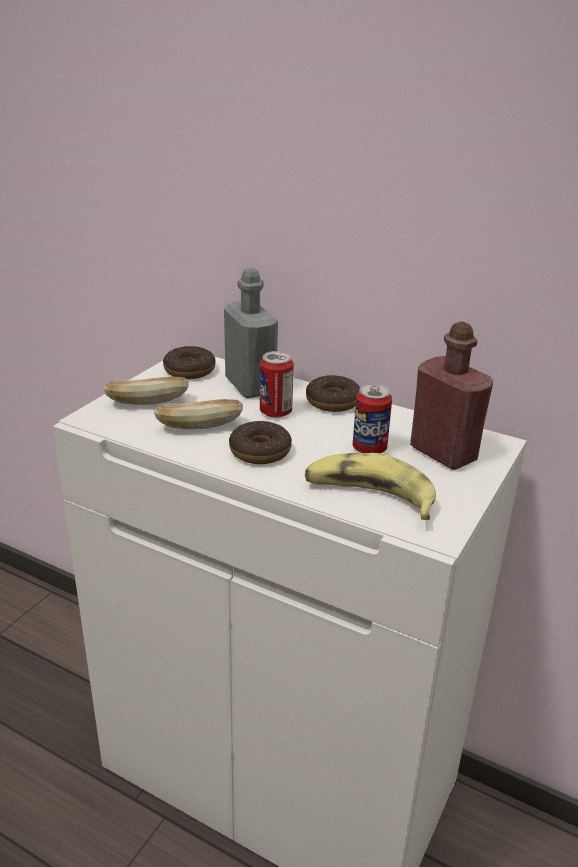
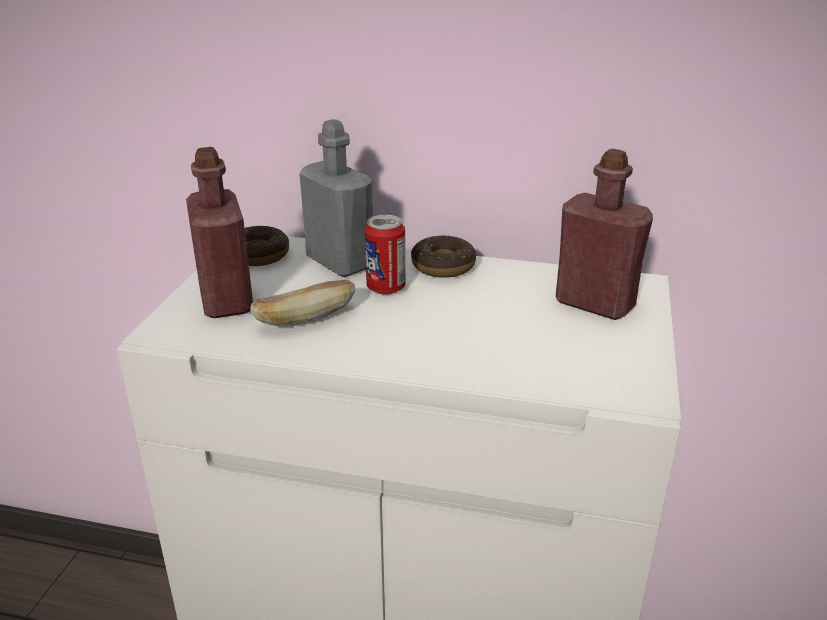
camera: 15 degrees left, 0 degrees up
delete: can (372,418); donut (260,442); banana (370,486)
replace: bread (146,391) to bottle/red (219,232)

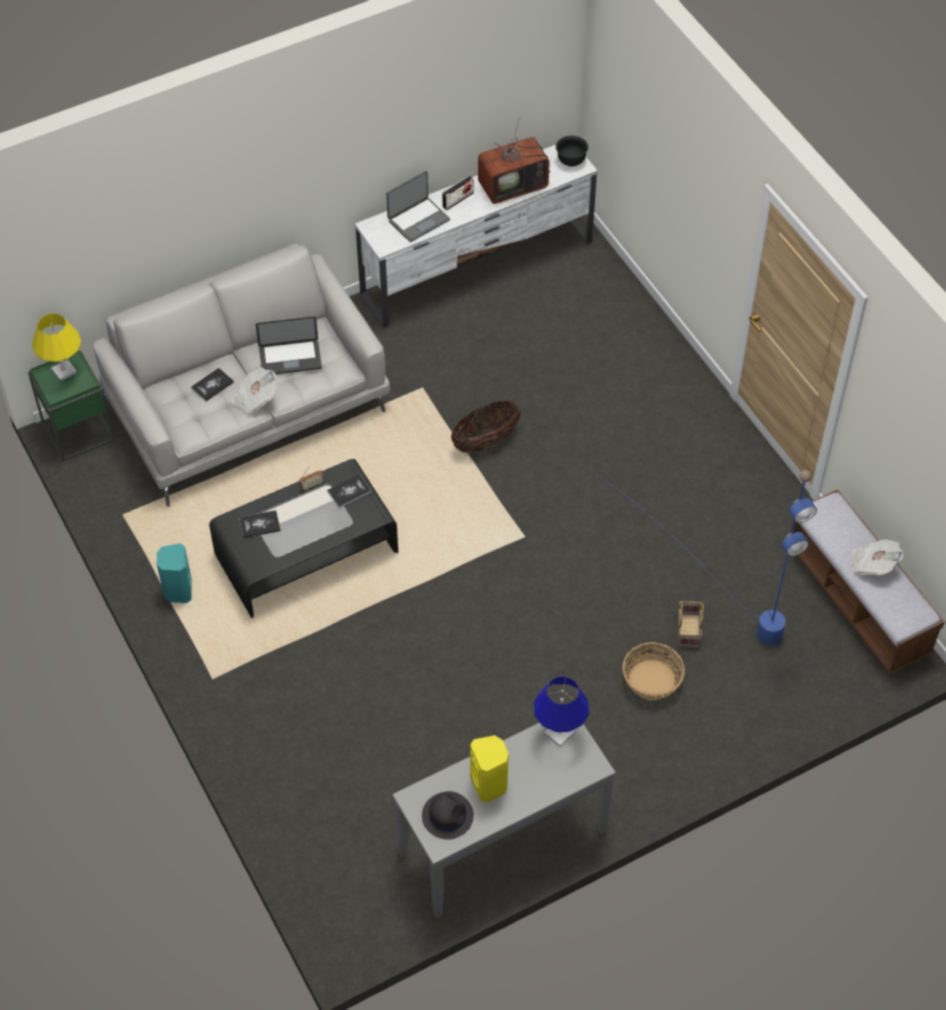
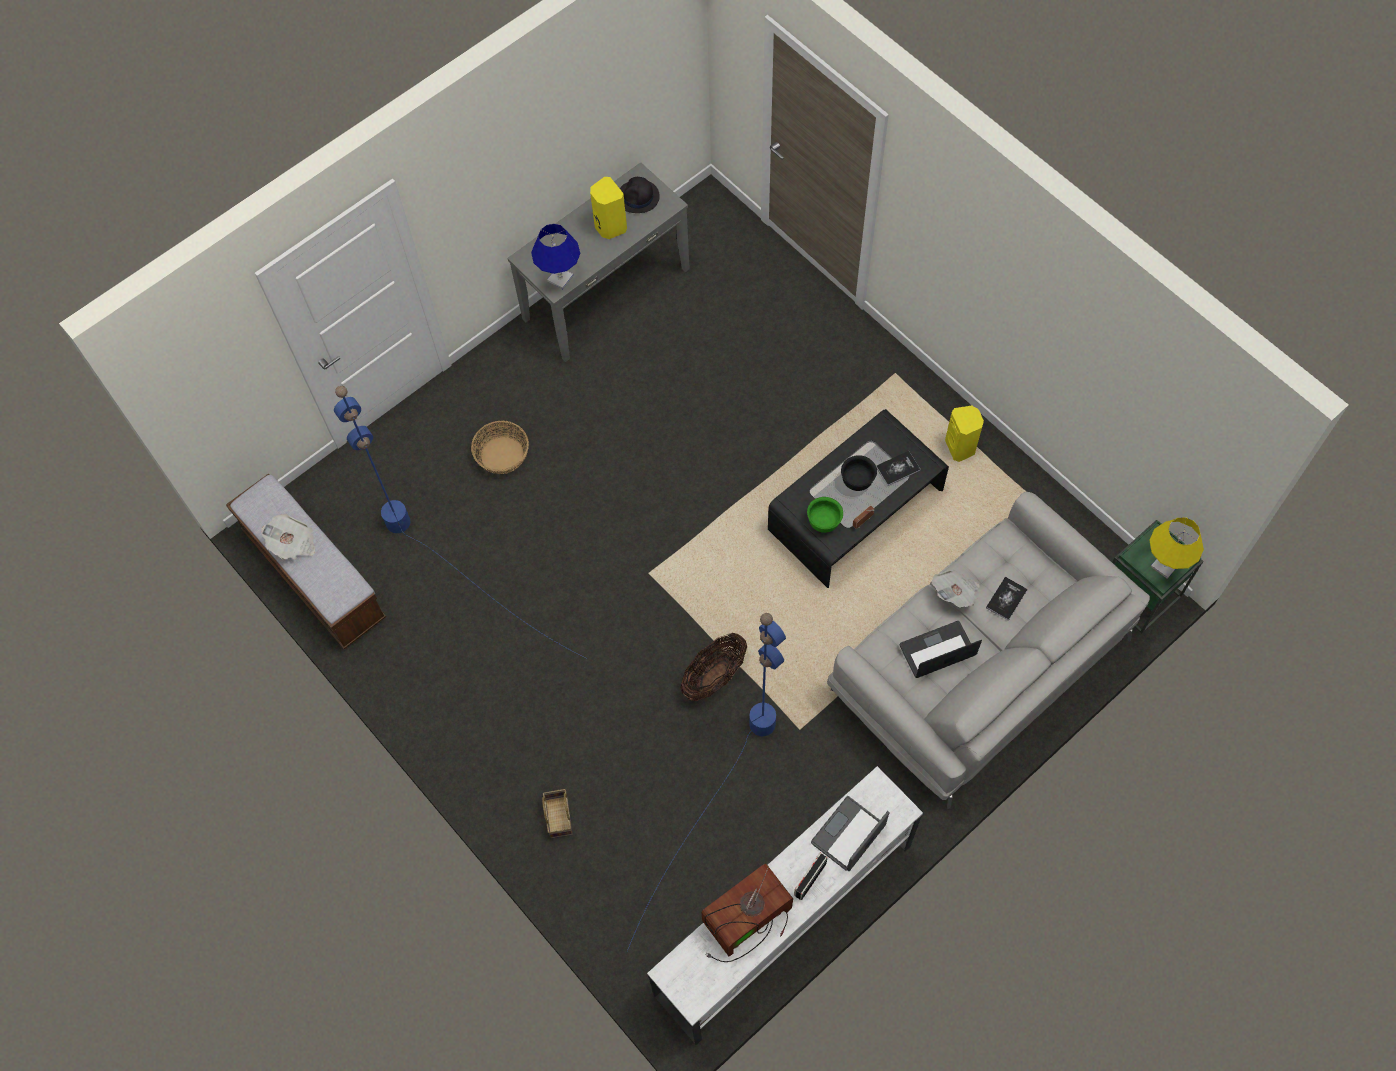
camera: 170 degrees right, 10 degrees up
insert: floor lamp/blue (706,782)
move: bowl/black (572,151) to (859,473); basket (691,624) to (557,814)
replace: book (349,491) to bowl/green (825,515)
recolor: speaker/turquoise (174,573) to speaker/yellow (964,434)

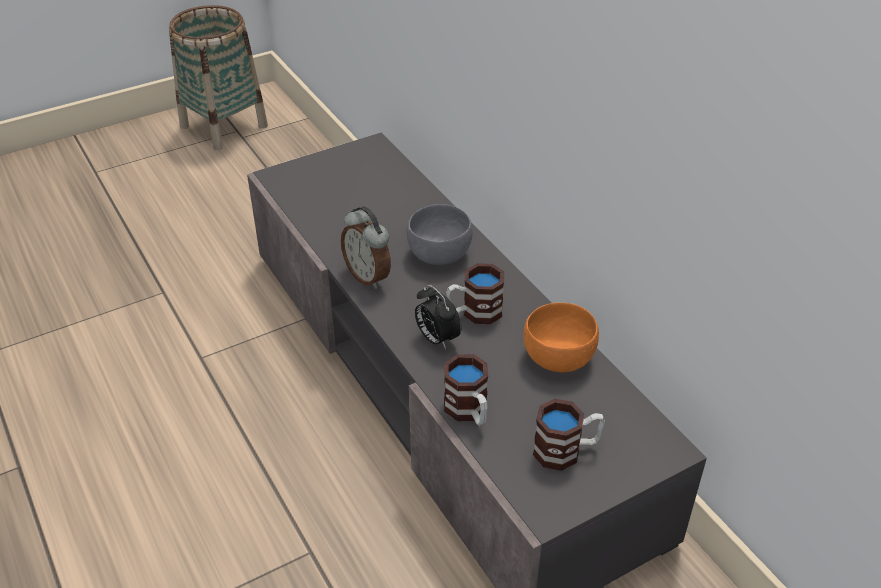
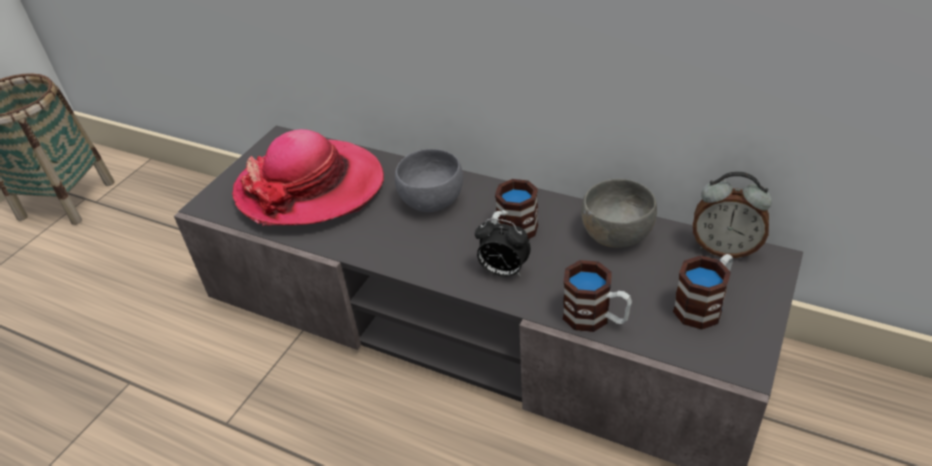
camera: 30 degrees left, 0 degrees up
insert: hat (308,177)
move: alarm clock (366,247) to (732,214)
recolor: bowl/orange (561,337) to bowl/grey (619,213)

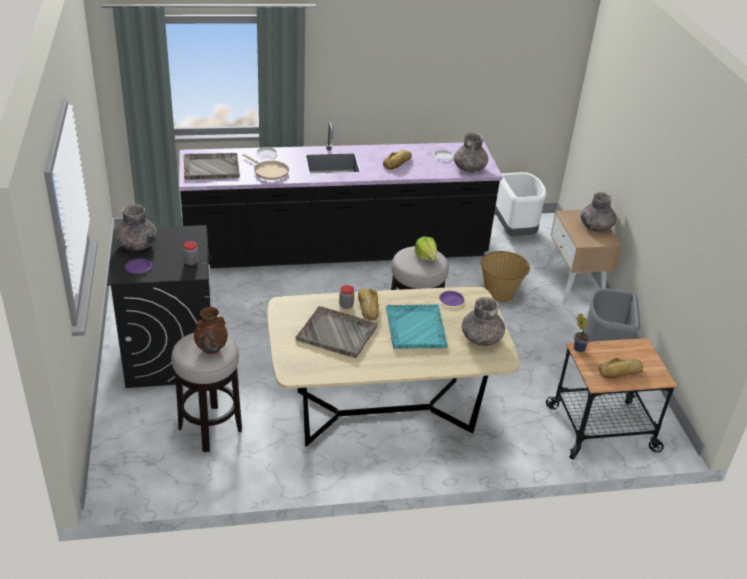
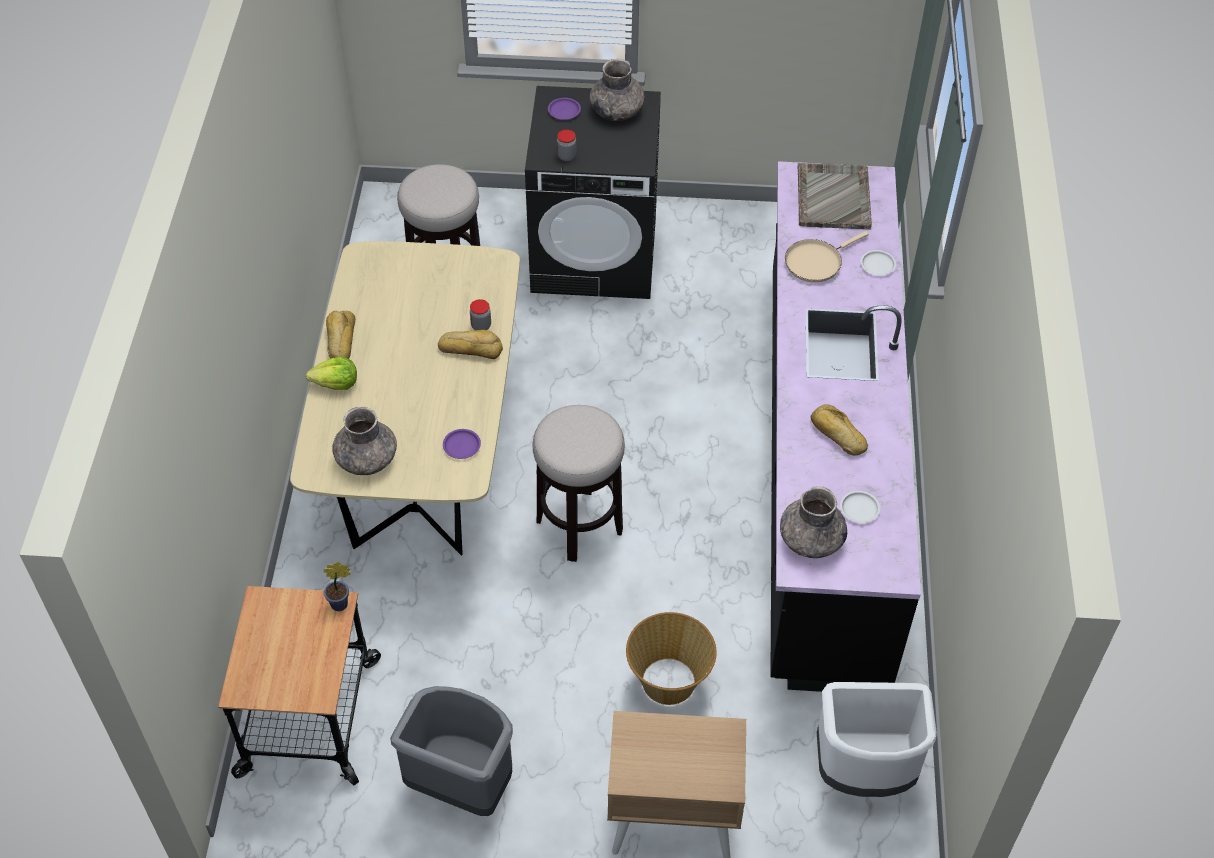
camera: 105 degrees right, 15 degrees up
delete: vase/grey (598,212); tray/turquoise (417,326); tray/grey (337,332); vase/brown (211,330)
move: lettuce (425,249) to (331,373); bread (621,368) to (340,335)

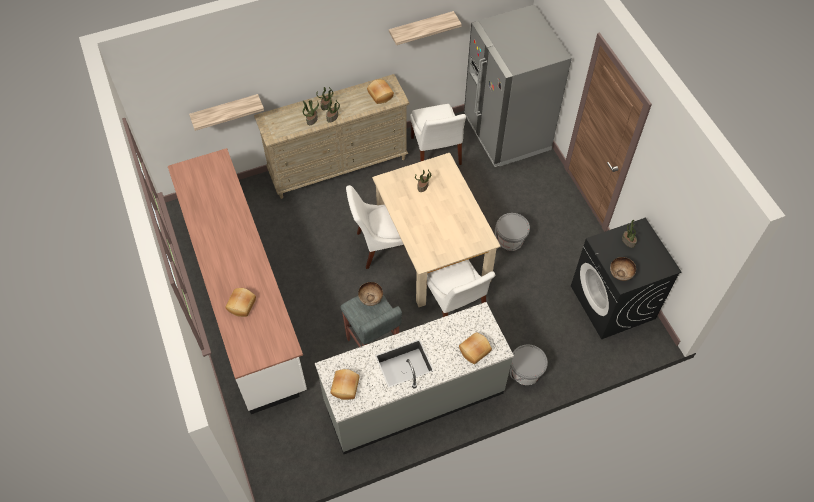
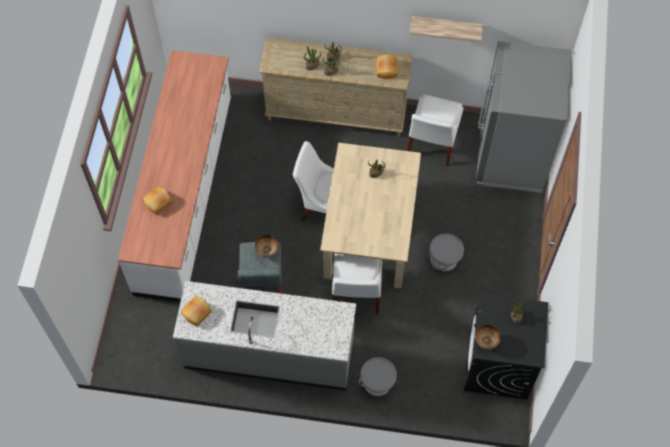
camera: 30 degrees right, 5 degrees up
delete: shelf (226,112); bread (475,348)

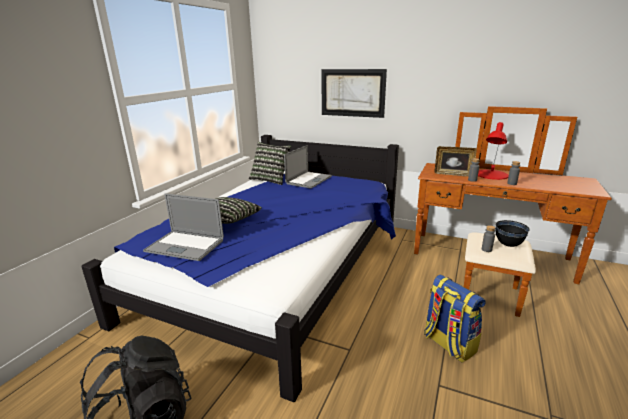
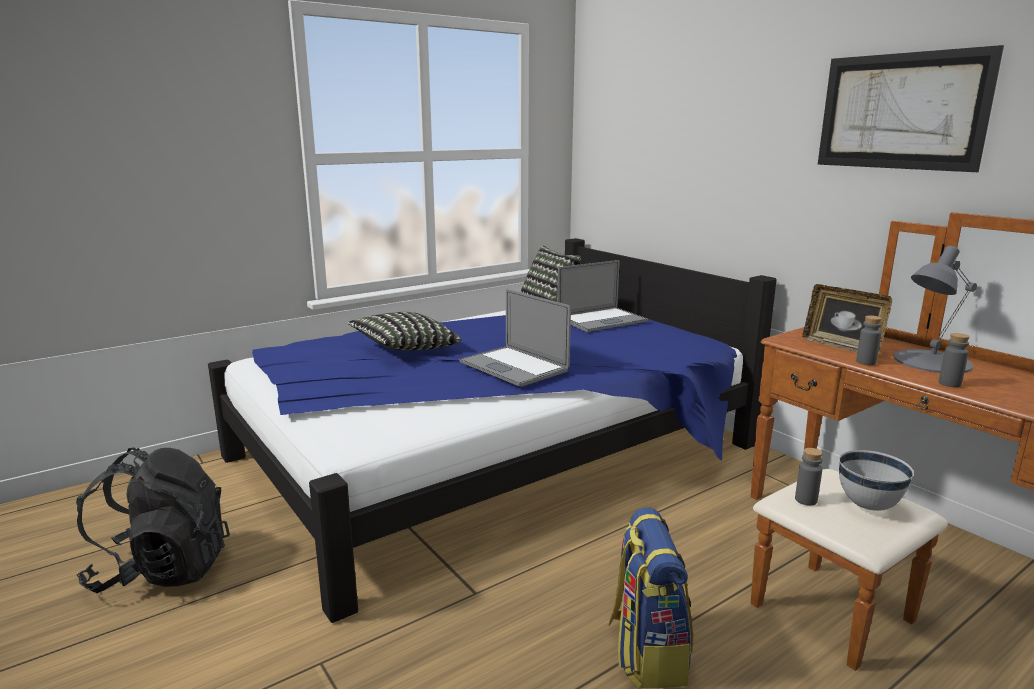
camera: 30 degrees right, 5 degrees down
move: picture (354,93) to (911,108); laptop (183,227) to (515,338)
recolor: table lamp/red (493,151) to table lamp/grey (935,309); bowl/black (513,233) to bowl/white (876,480)

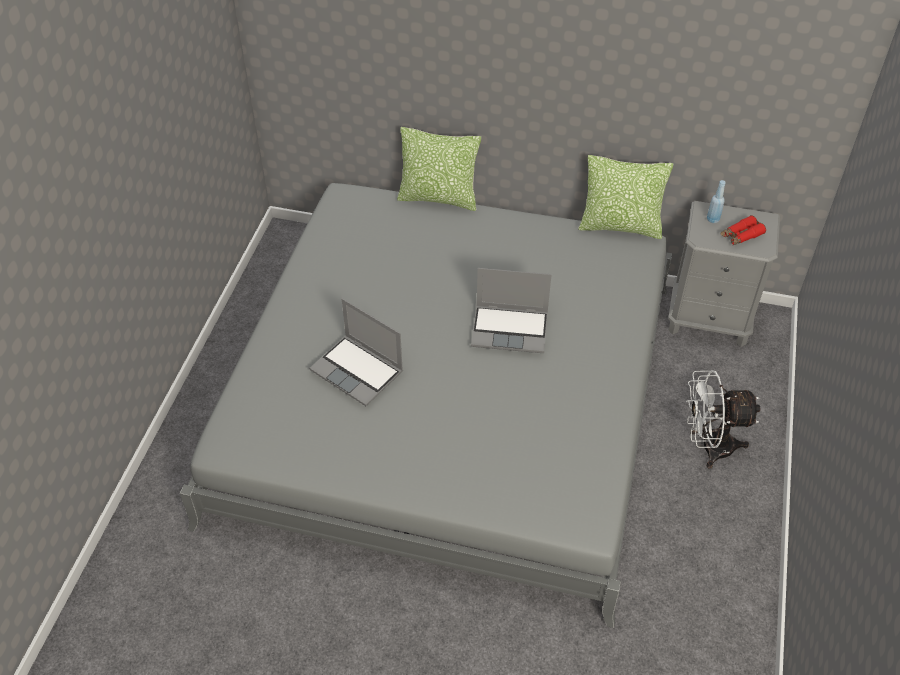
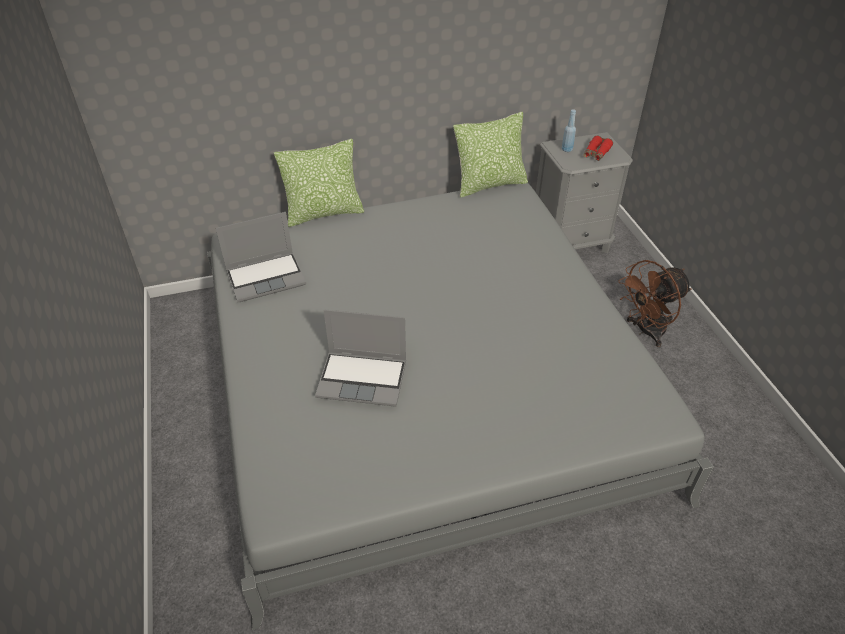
camera: 30 degrees left, 5 degrees down
move: laptop (511,310) to (261,257)
recolor: fan/white (723,419) to fan/brown (655,303)

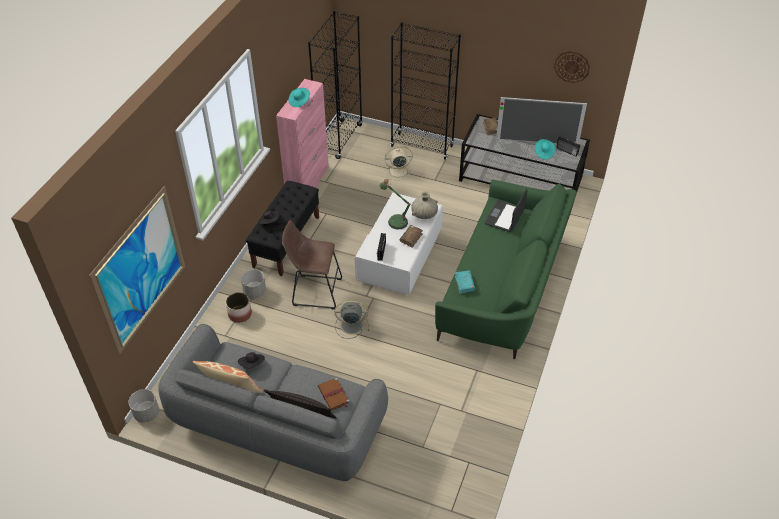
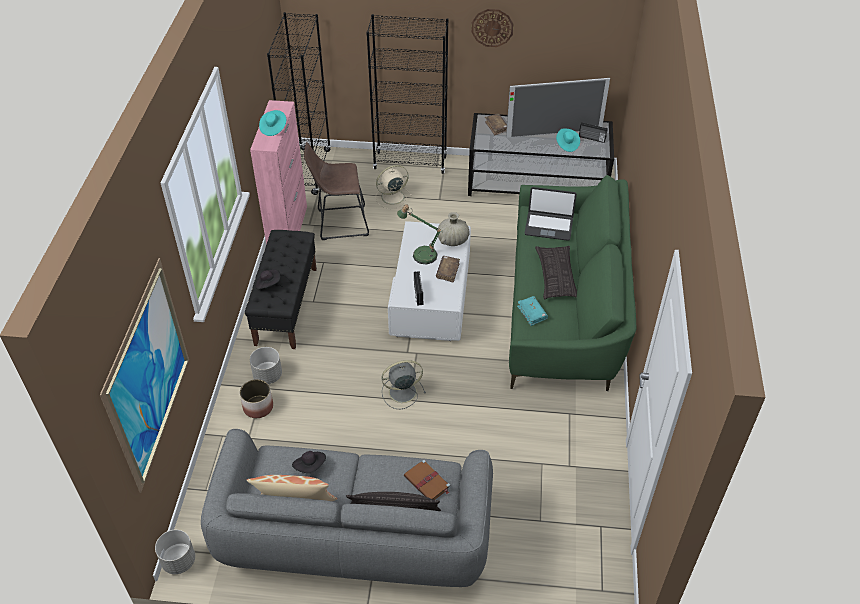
camera: 15 degrees left, 0 degrees up
insert: pillow (556,272)
move: wall clock (572,67) to (492,28); stool/brown (312,265) to (336,191)
rotate: laptop (506,210) = (551,214) 90 degrees counterclockwise

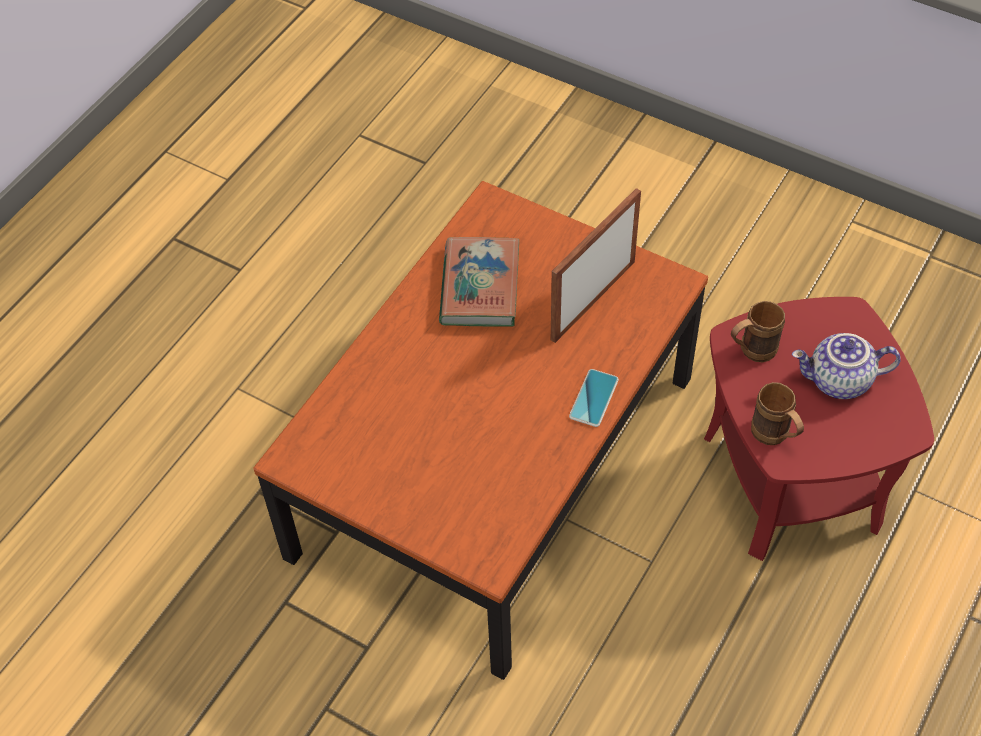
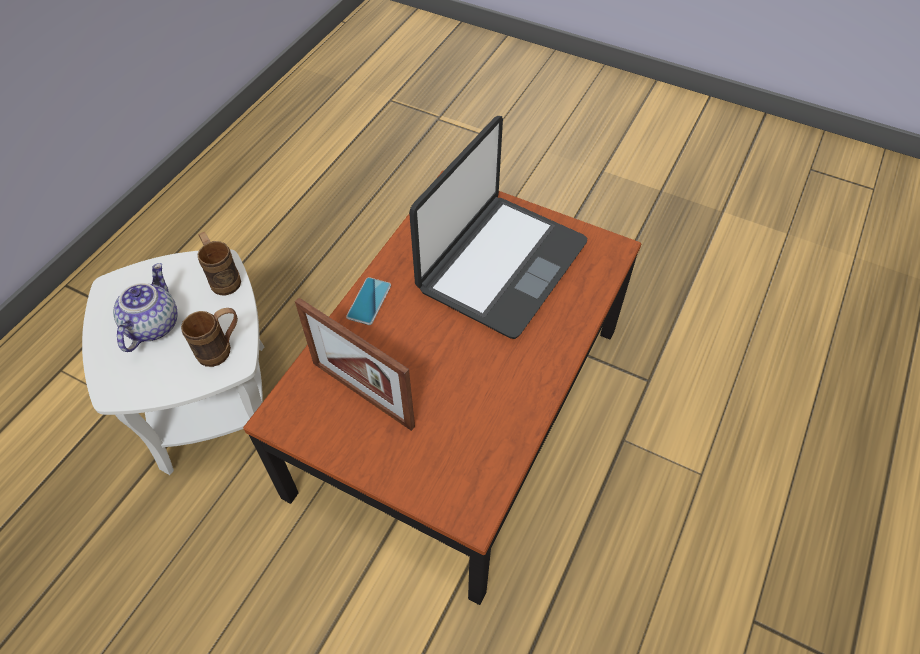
camera: 175 degrees right, 0 degrees up
delete: book (479,282)
insert: laptop (498,227)
recolor: side table/red (819,429) to side table/white (173,362)
rotate: picture frame (596,265) = (355,364) 90 degrees clockwise; teapot (846,366) = (145,307) 75 degrees counterclockwise

